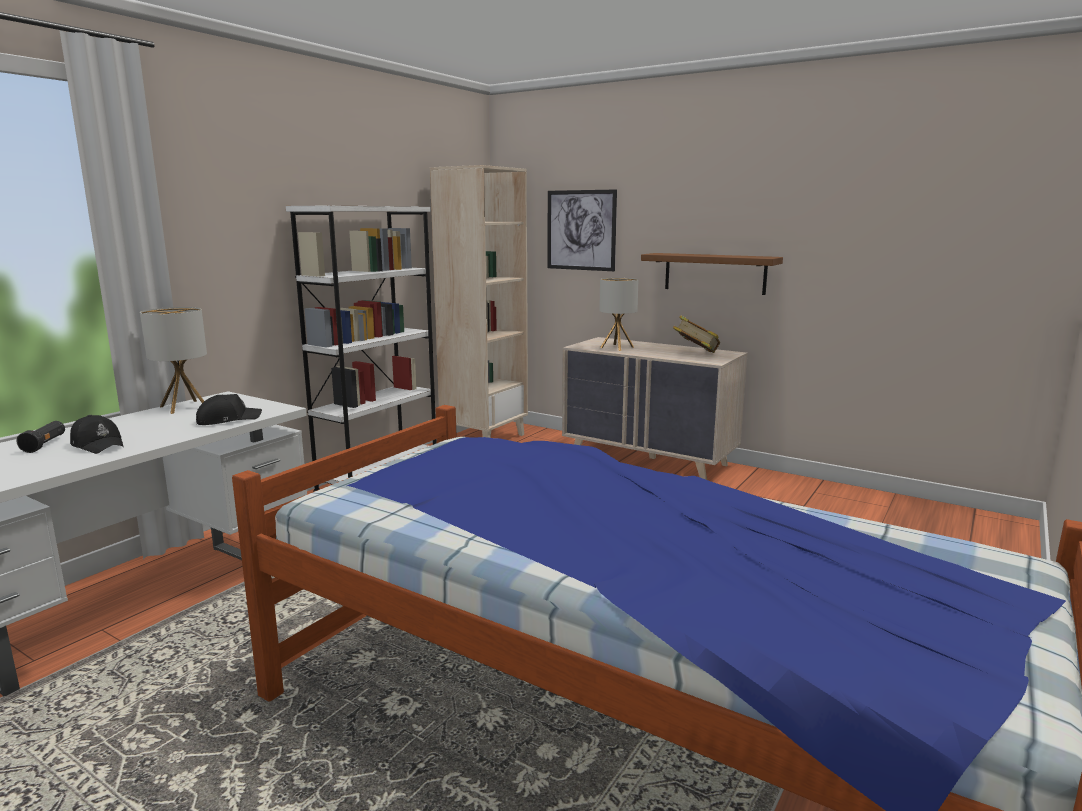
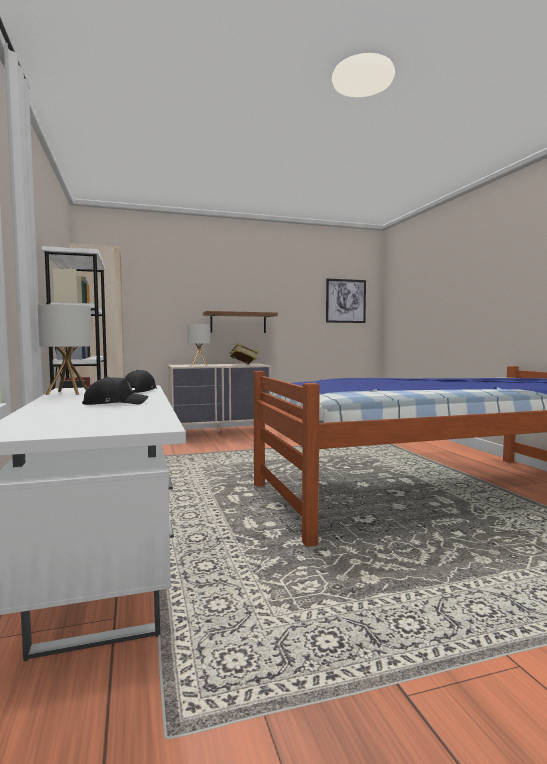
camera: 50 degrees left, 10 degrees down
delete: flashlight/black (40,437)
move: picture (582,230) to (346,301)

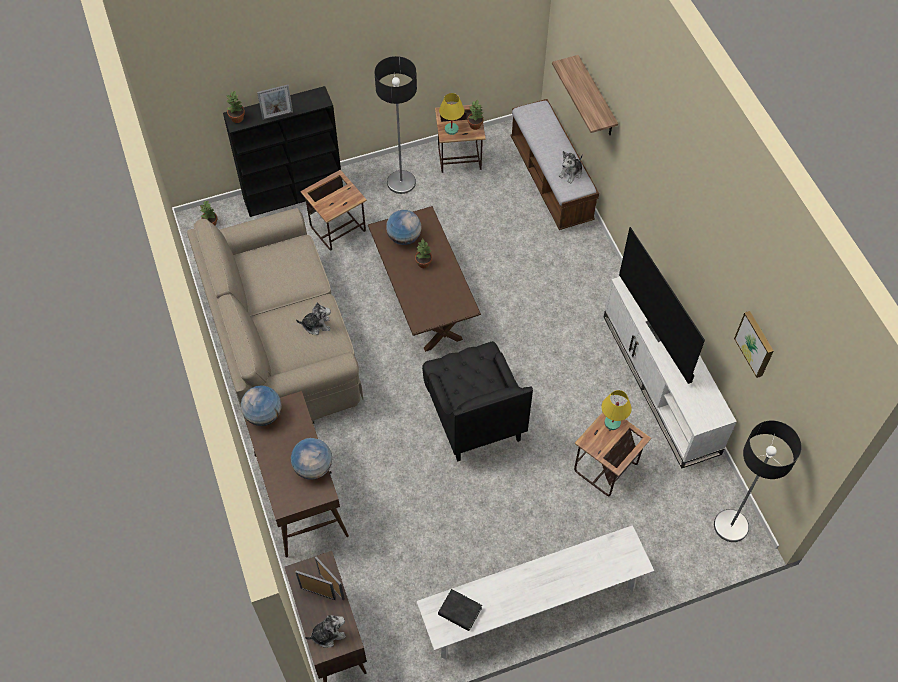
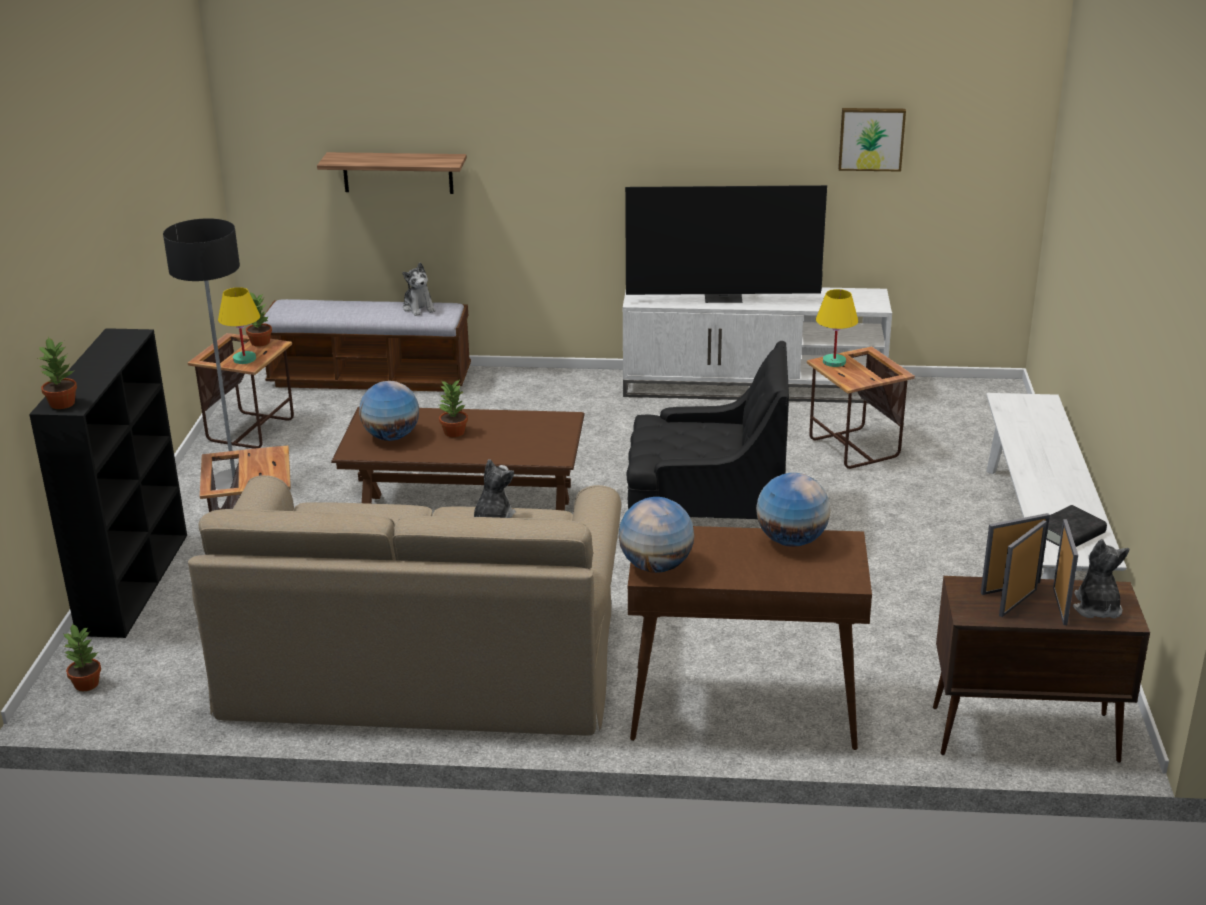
camera: 65 degrees left, 30 degrees down
delete: floor lamp (757,481)
move: picture frame (275,102) to (1065,572)

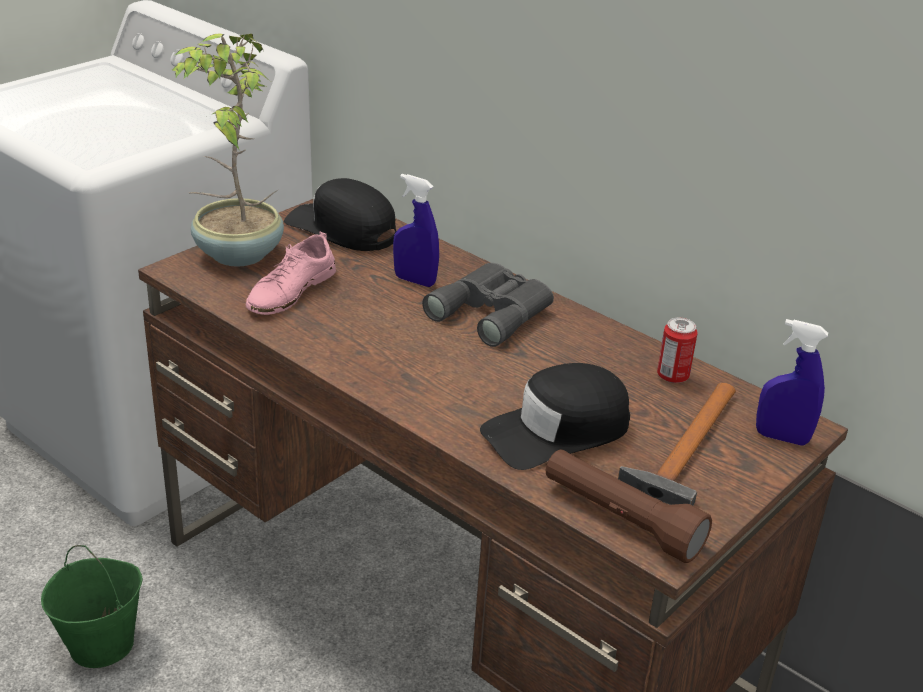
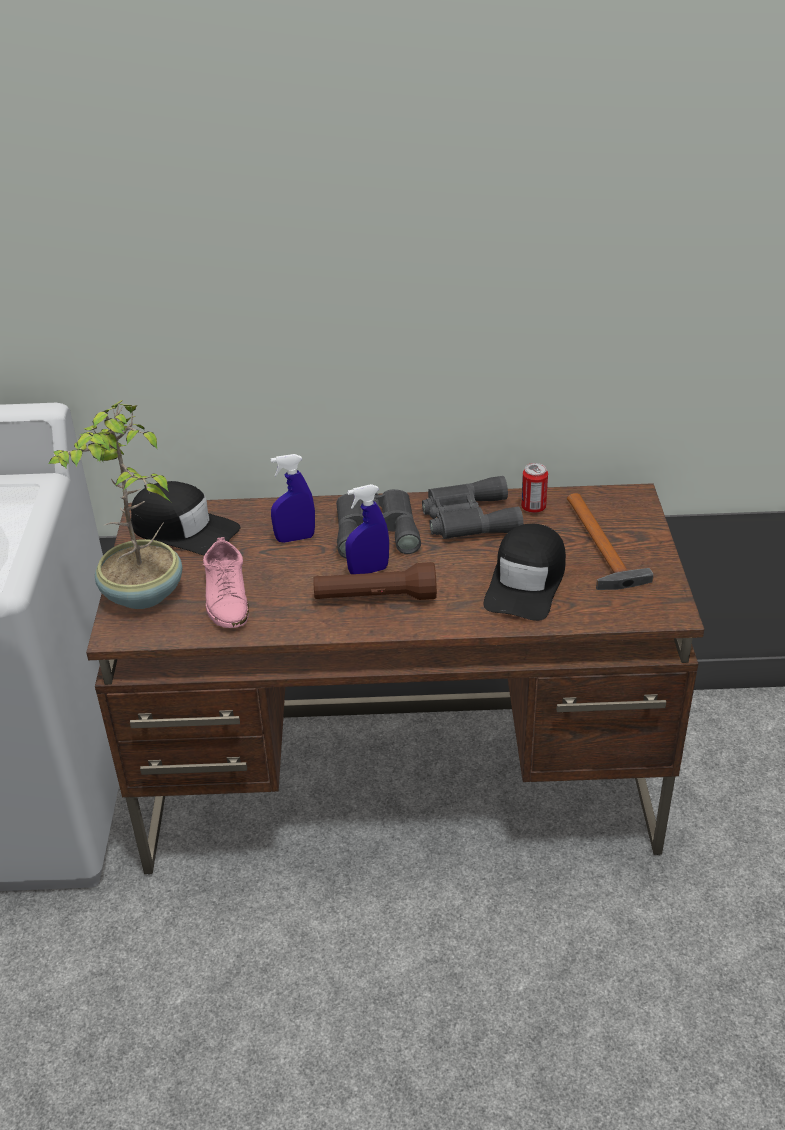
camera: 40 degrees left, 5 degrees up
delete: bucket/green (91,606)
insert: binoculars/grey (473,507)
move: spray bottle/blue (792,382) to (367,529); flashlight/brown (629,506) to (375,581)
rotate: cap/black (340,214) = (185,518) 150 degrees counterclockwise

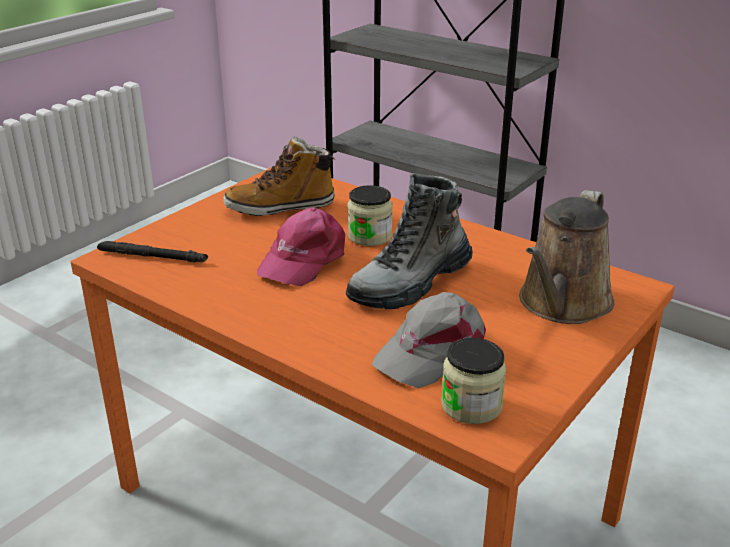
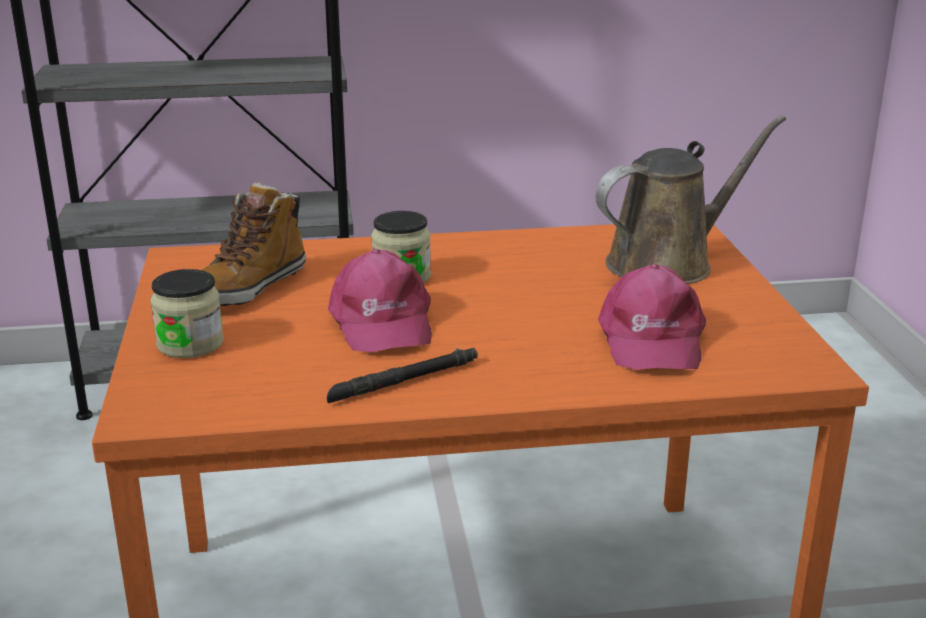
camera: 45 degrees left, 5 degrees down
delete: boot (409,241)
move: flashlight/black (152,251) to (402,375); jar (473,381) to (187,313)
recolor: cap/grey (429,340) to cap/pink (652,317)
rotate: watering can/brown (566,257) = (690,199) 105 degrees counterclockwise

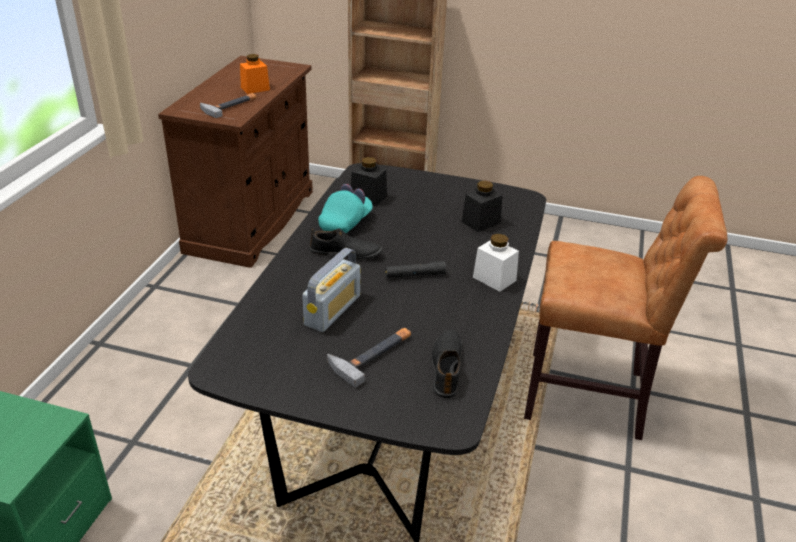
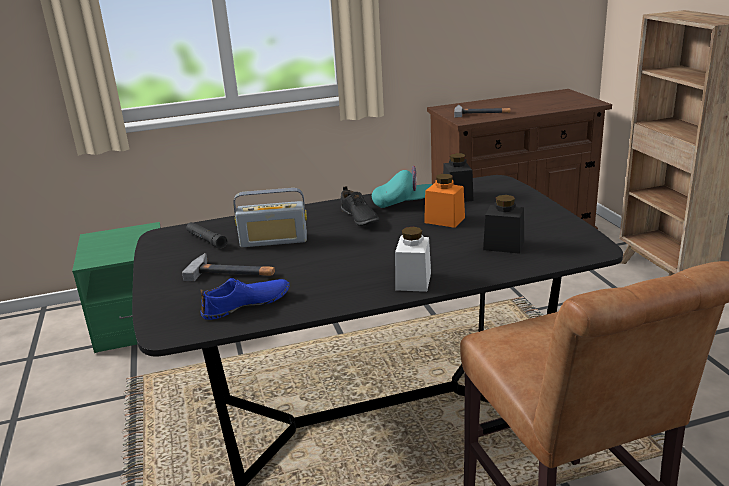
camera: 60 degrees right, 10 degrees down
move: jar/orange (255,74) to (444,201); flashlight/black (415,269) to (206,235)
recolor: shoe/black (447,363) to shoe/blue (245,299)

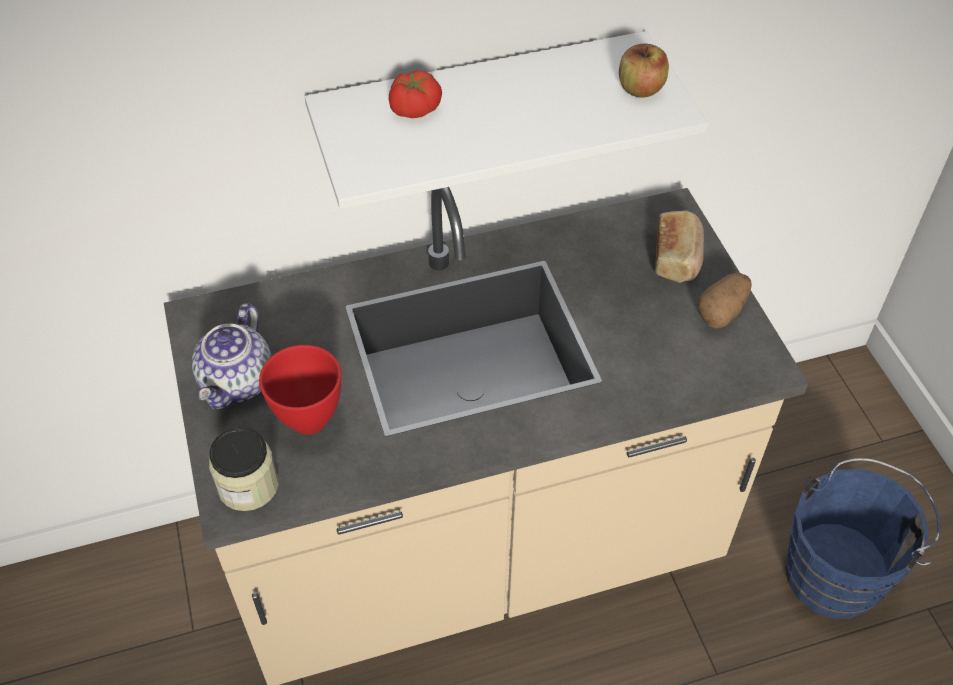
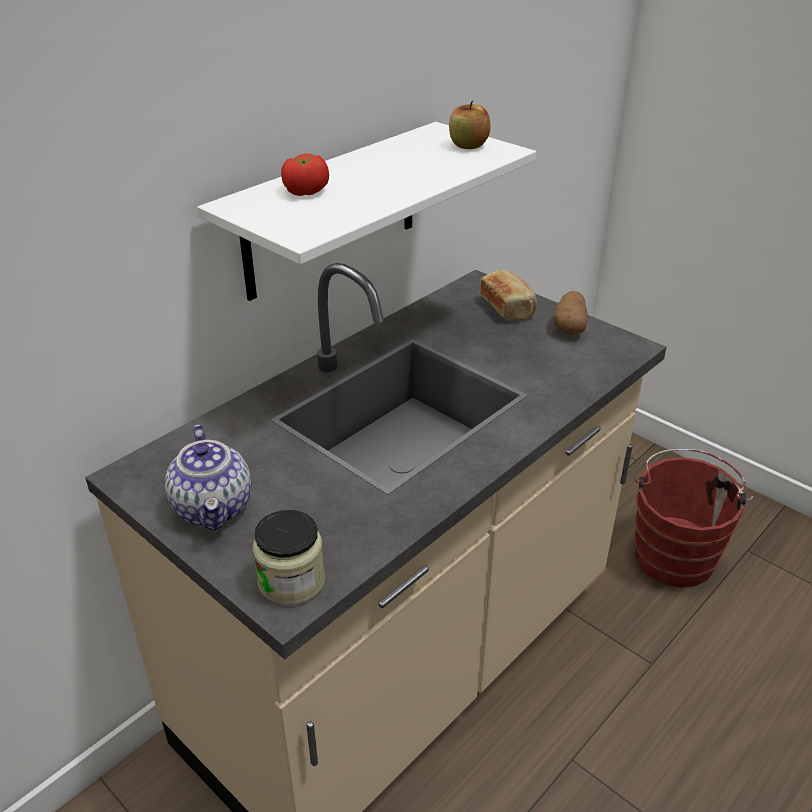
camera: 30 degrees left, 15 degrees down
delete: bowl/red (300,390)
recolor: bucket/blue (863,538) to bucket/red (694,518)

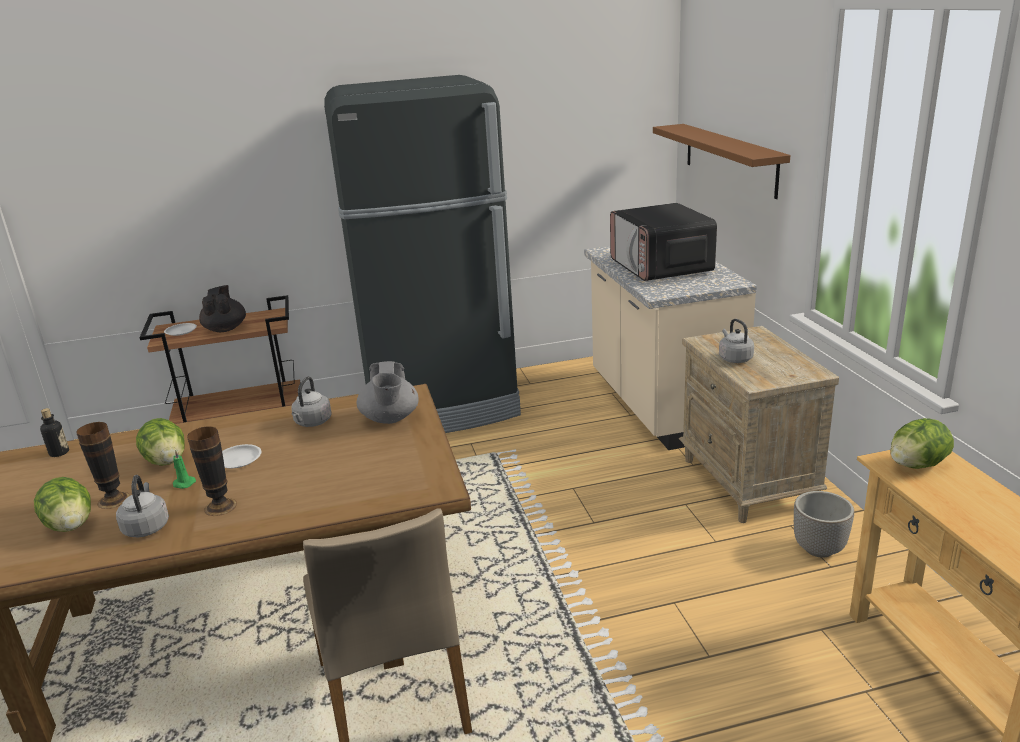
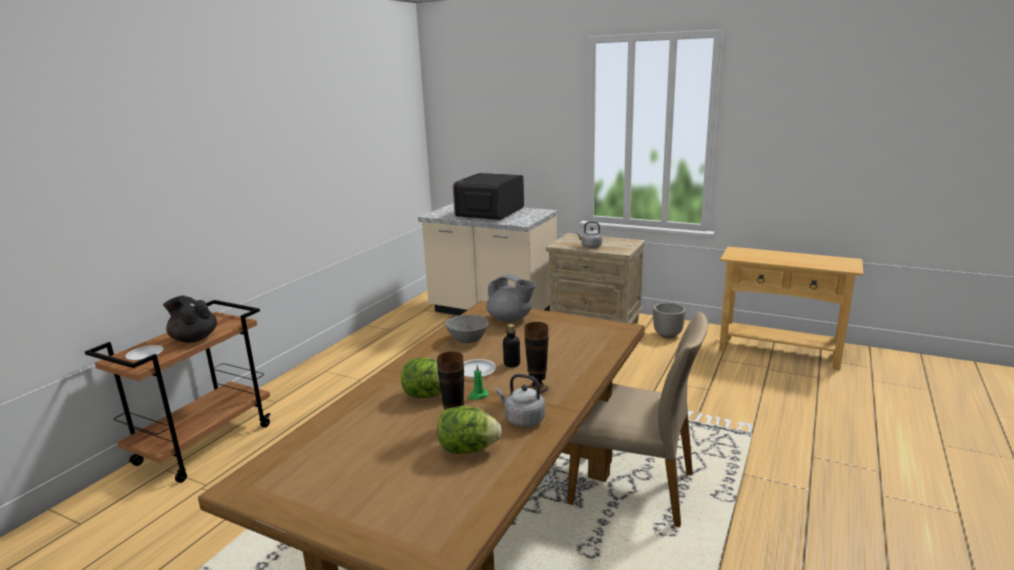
camera: 50 degrees left, 5 degrees down
delete: fridge/black (422,254); shelf/brown (721,161); lettuce (922,443)
move: bottle (54,432) to (511,345)
replace: kettle/grey (312,401) to bowl/grey (467,328)
rotate: microwave (663,242) = (488,196) 90 degrees clockwise

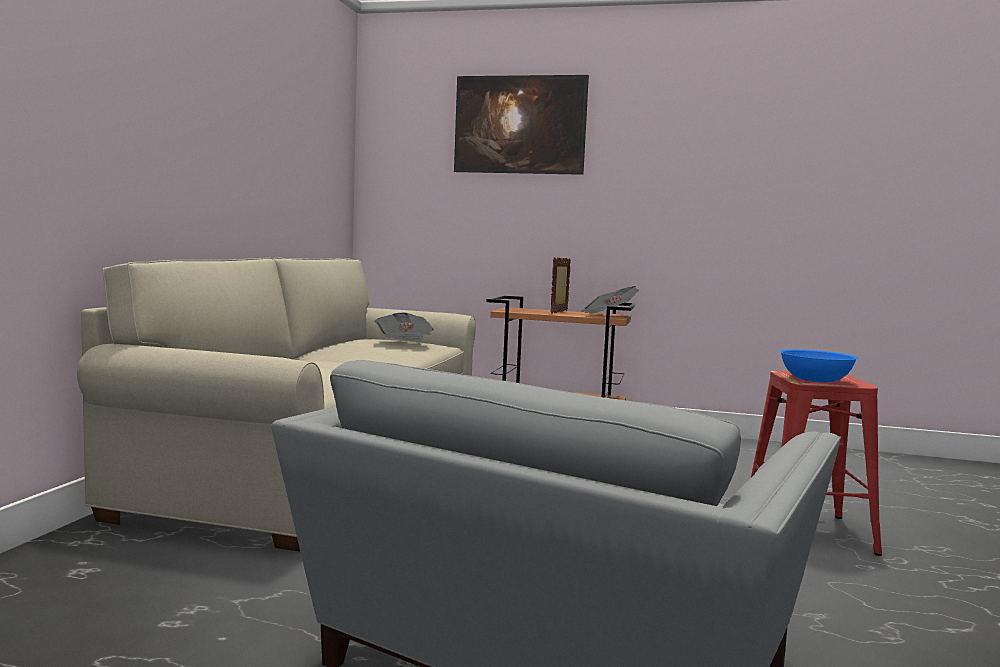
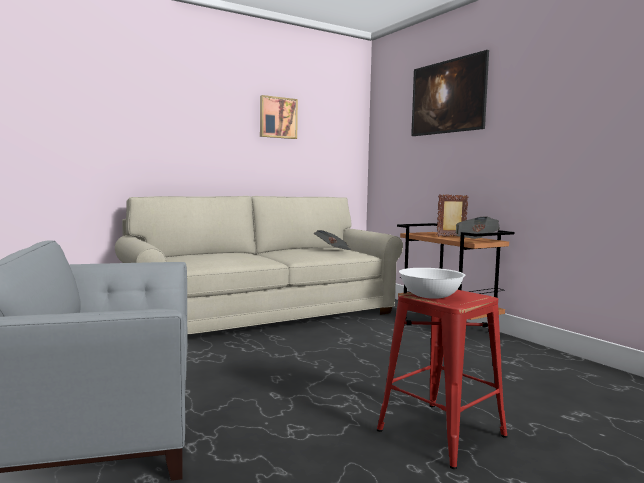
camera: 45 degrees right, 0 degrees up
insert: picture (279,117)
recolor: bowl/blue (818,366) to bowl/white (432,283)

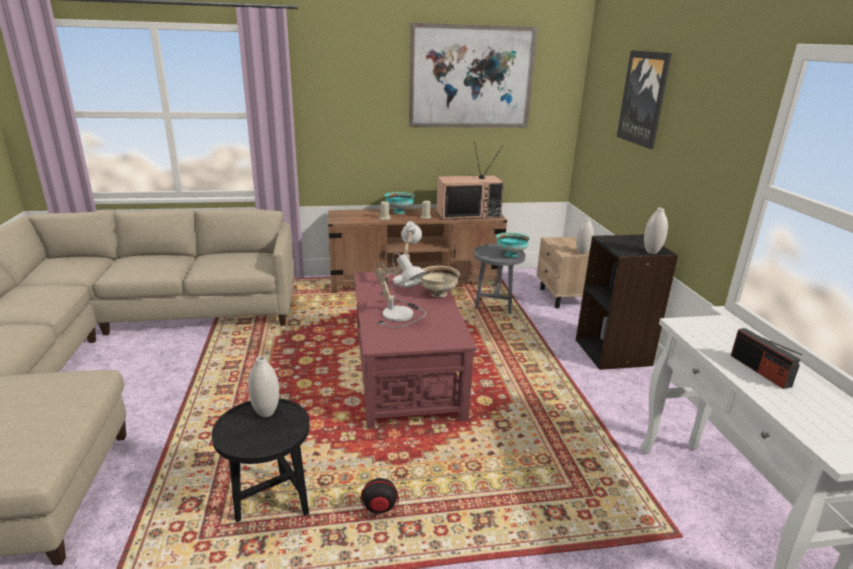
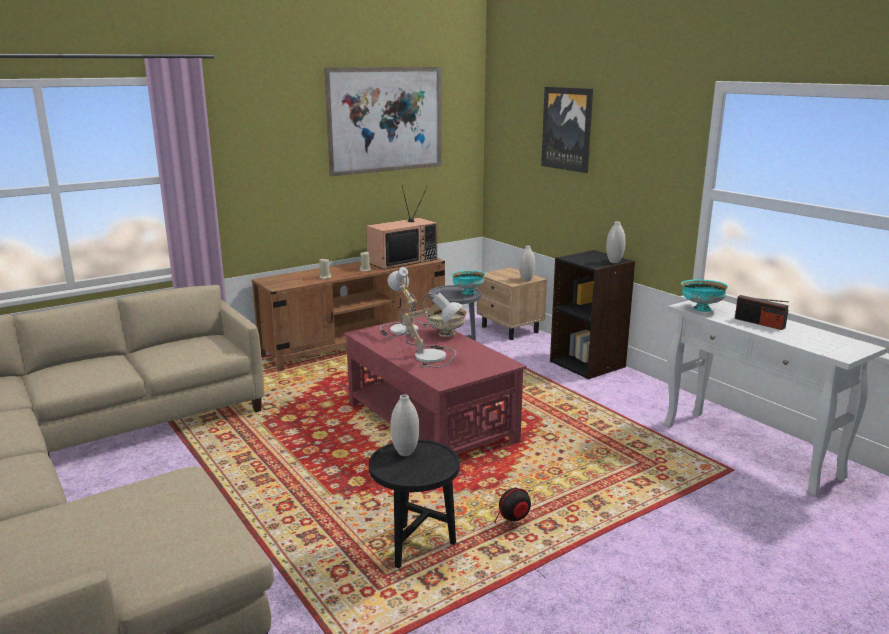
camera: 25 degrees left, 5 degrees down
move: bowl/turquoise (399,203) to (704,296)

